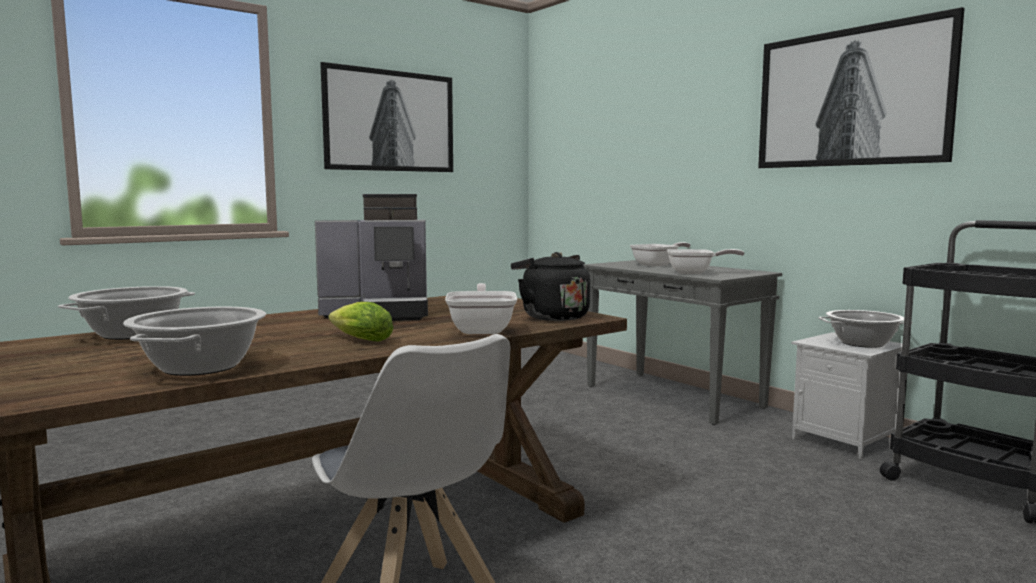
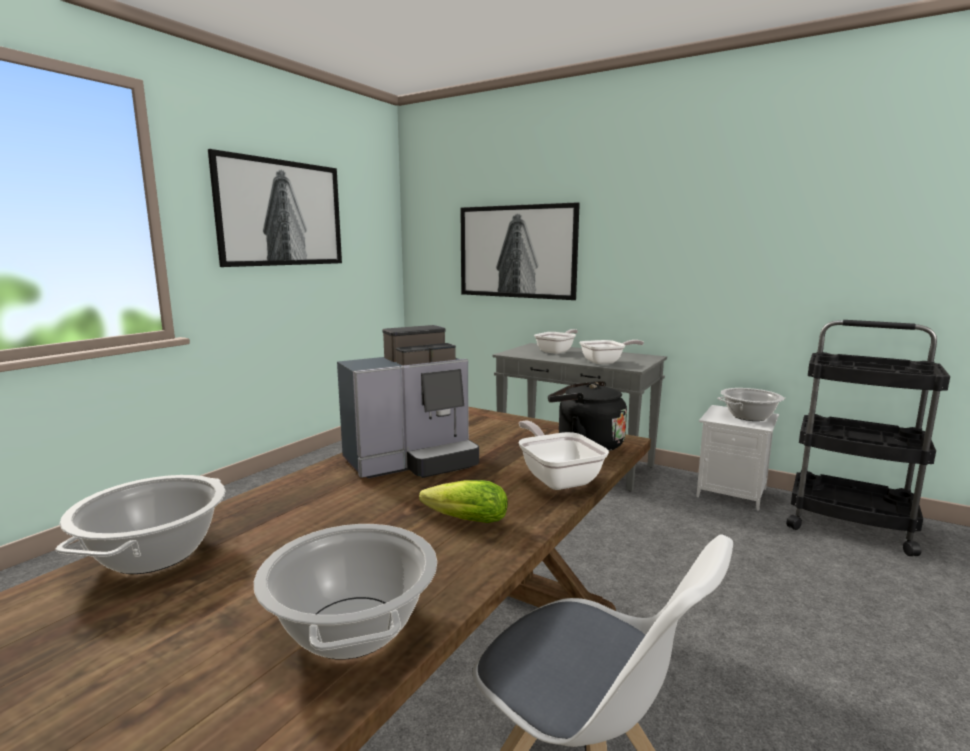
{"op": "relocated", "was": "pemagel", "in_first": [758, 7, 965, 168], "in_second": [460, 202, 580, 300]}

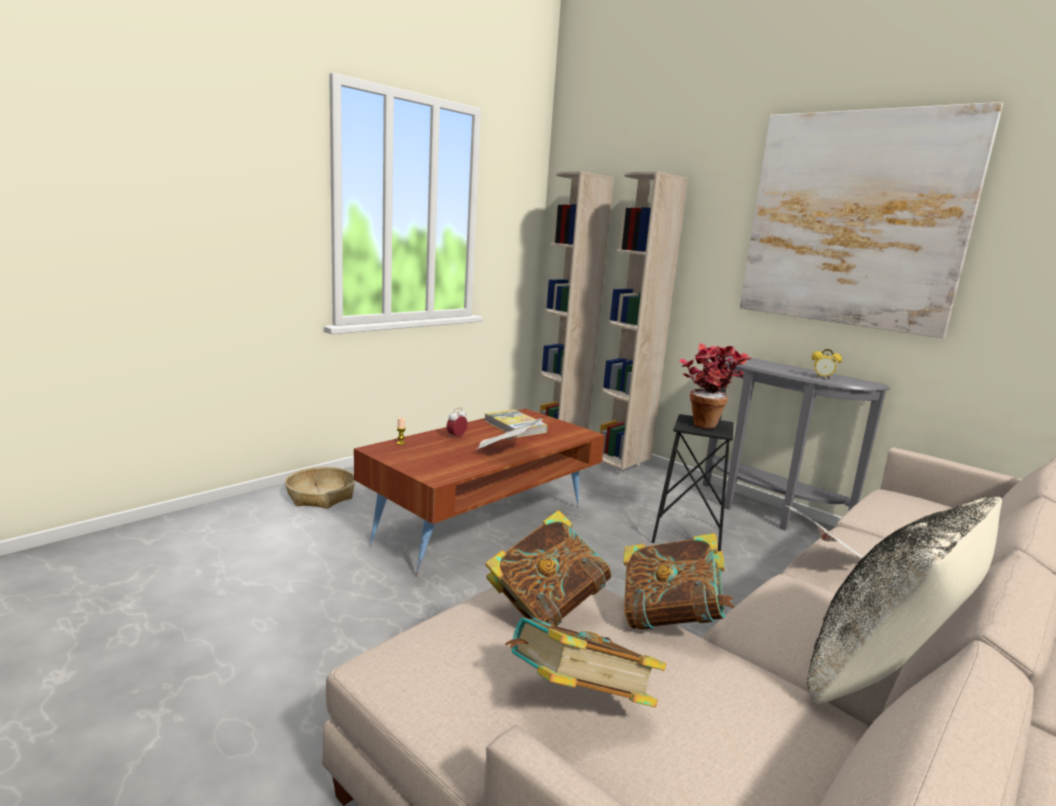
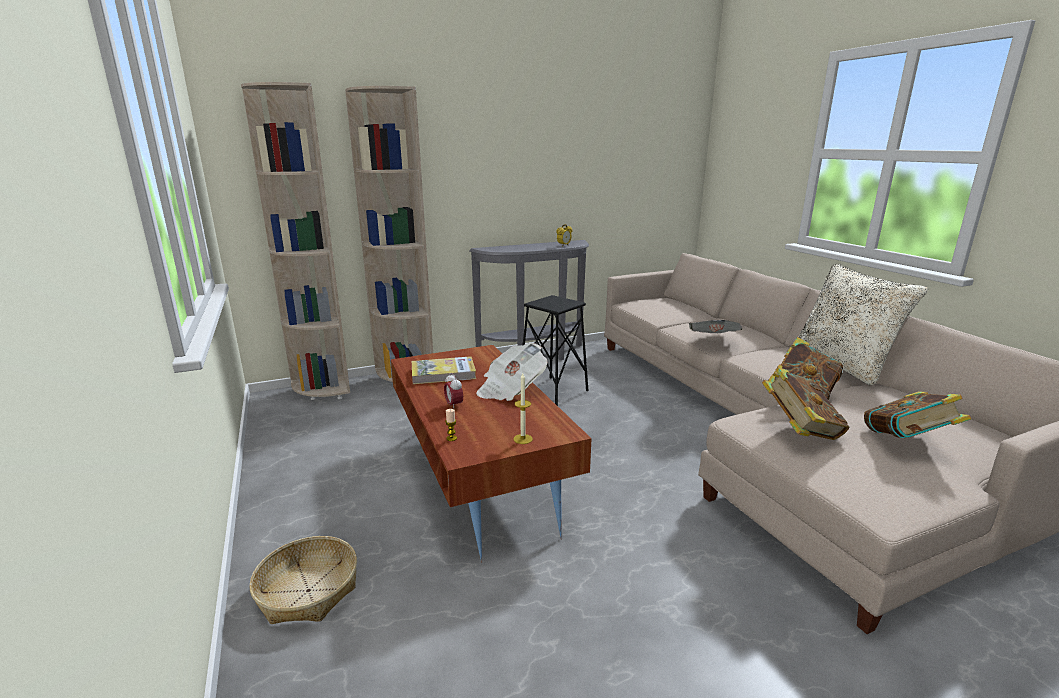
{"op": "missing", "was": "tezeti", "in_first": [679, 343, 751, 429]}
{"op": "missing", "was": "pemagel", "in_first": [740, 102, 1003, 338]}
{"op": "appeared", "now": "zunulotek", "in_second": [514, 373, 533, 444]}

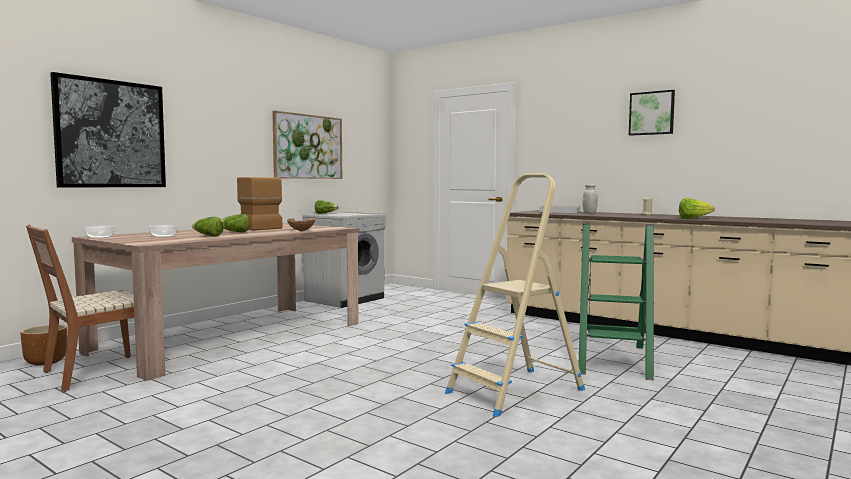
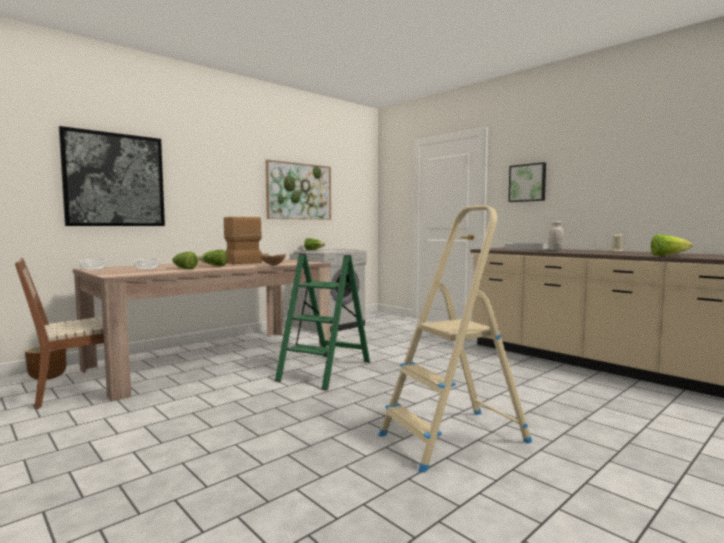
{"op": "relocated", "was": "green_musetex", "in_first": [578, 223, 654, 380], "in_second": [274, 254, 370, 390]}
{"op": "relocated", "was": "pemagel", "in_first": [629, 90, 675, 136], "in_second": [508, 162, 546, 202]}

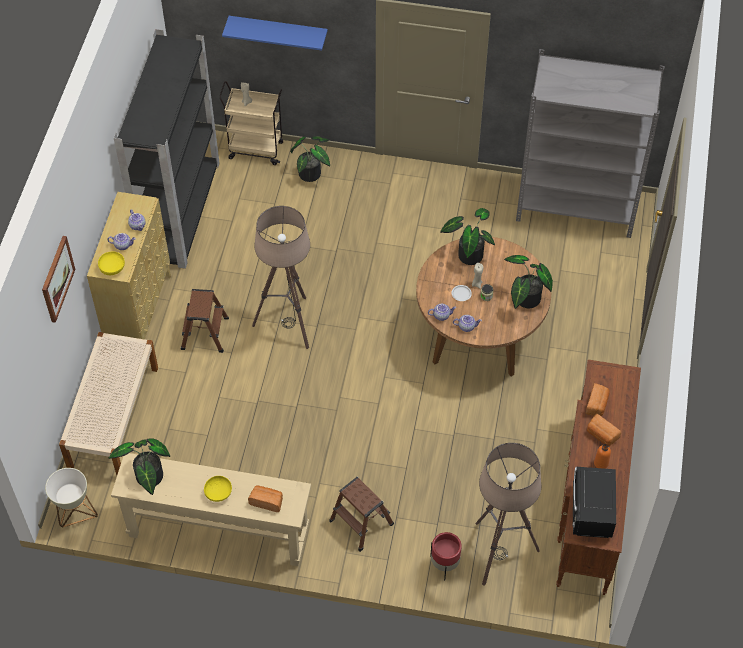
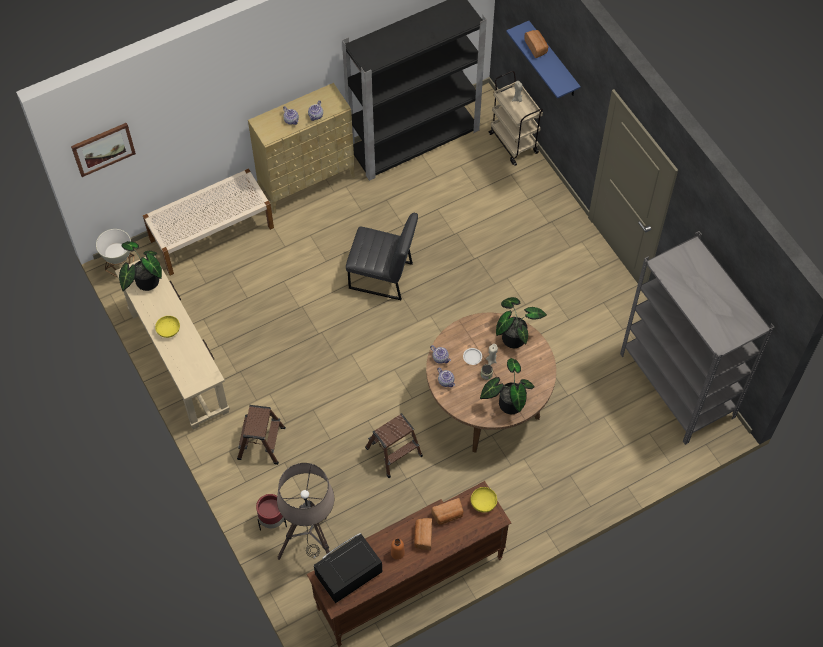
{"op": "missing", "was": "tezeti", "in_first": [290, 136, 330, 182]}
{"op": "relocated", "was": "pemagel", "in_first": [42, 236, 75, 323], "in_second": [71, 123, 136, 177]}
{"op": "relocated", "was": "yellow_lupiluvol", "in_first": [98, 251, 125, 275], "in_second": [471, 487, 497, 512]}
{"op": "relocated", "was": "brown_musetex", "in_first": [181, 289, 229, 353], "in_second": [365, 413, 423, 478]}
{"op": "relocated", "was": "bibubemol", "in_first": [248, 485, 283, 512], "in_second": [524, 30, 548, 58]}
{"op": "exchanged", "was": "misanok", "now": "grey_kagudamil", "in_first": [252, 206, 310, 349], "in_second": [346, 212, 418, 300]}

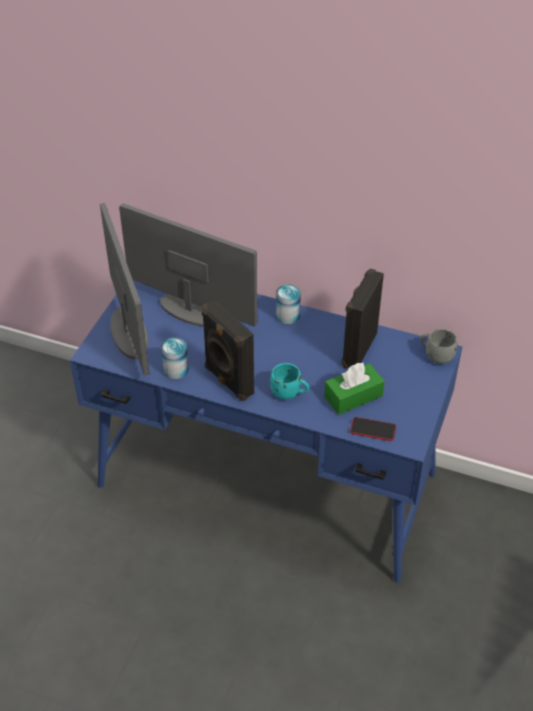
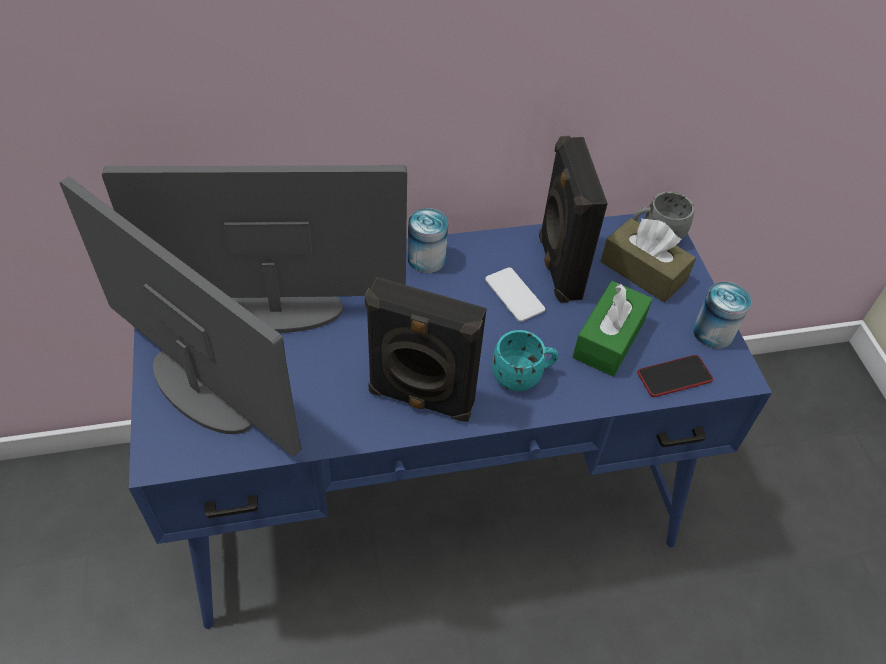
{"op": "appeared", "now": "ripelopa", "in_second": [485, 268, 545, 322]}
{"op": "appeared", "now": "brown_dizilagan", "in_second": [601, 218, 696, 302]}
{"op": "relocated", "was": "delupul", "in_first": [161, 338, 189, 379], "in_second": [693, 282, 751, 349]}

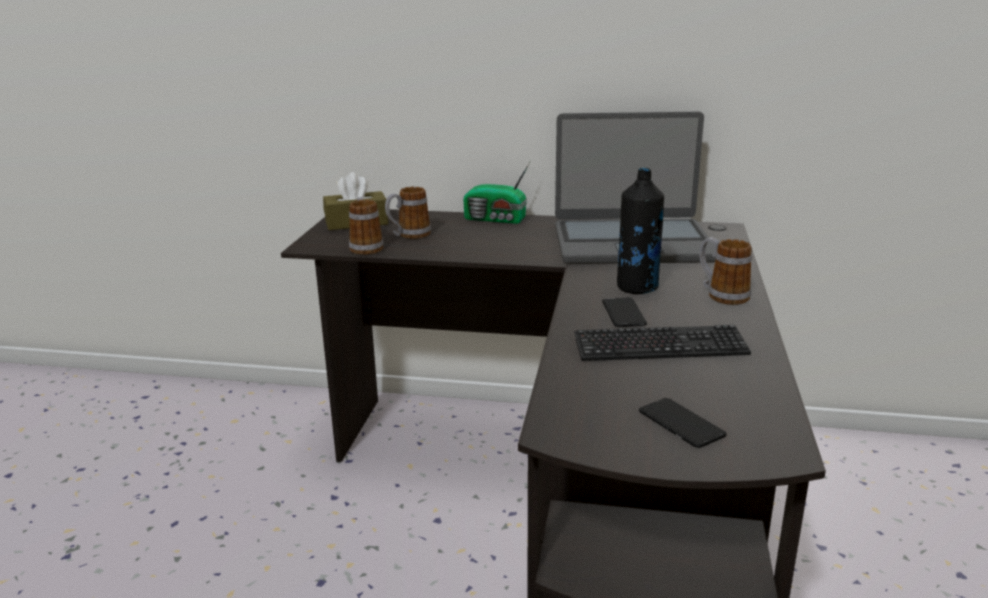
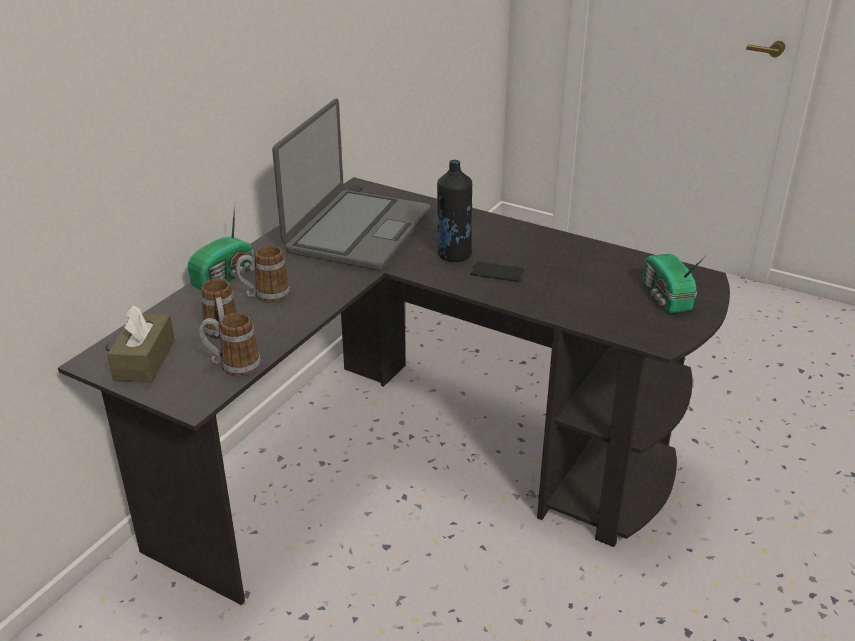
{"op": "missing", "was": "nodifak", "in_first": [574, 325, 751, 361]}
{"op": "relocated", "was": "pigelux", "in_first": [699, 237, 752, 305], "in_second": [236, 245, 290, 303]}
{"op": "exchanged", "was": "ripelopa", "now": "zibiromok", "in_first": [639, 398, 727, 448], "in_second": [643, 254, 707, 313]}

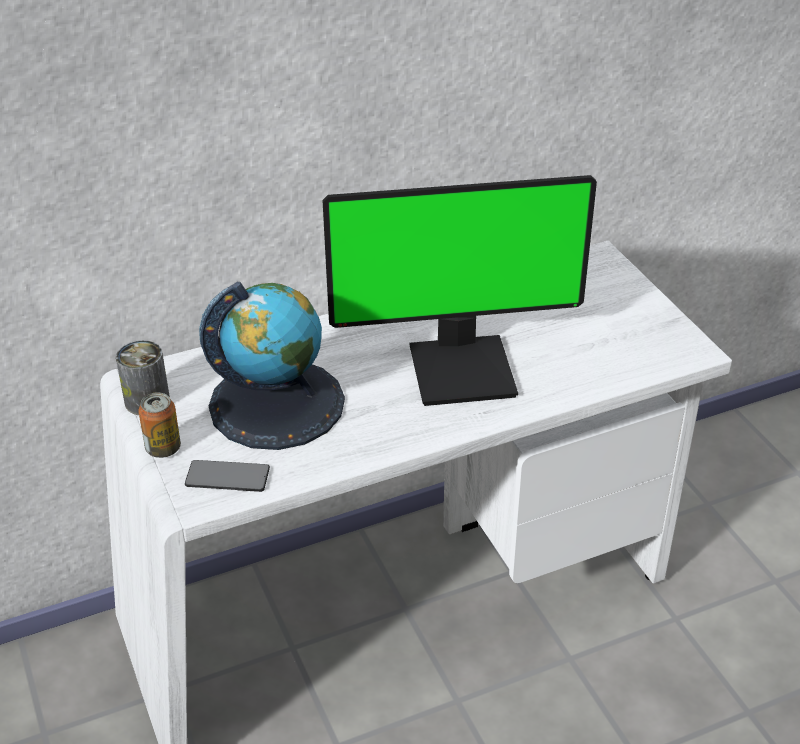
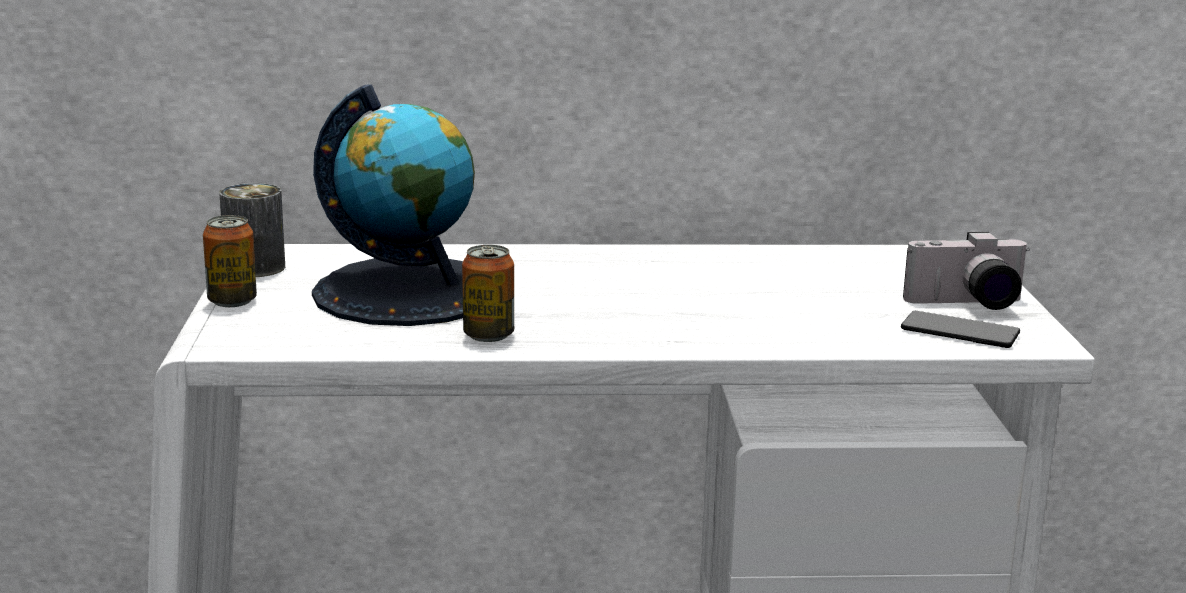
{"op": "missing", "was": "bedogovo", "in_first": [322, 175, 597, 406]}
{"op": "appeared", "now": "delupul", "in_second": [462, 245, 514, 342]}
{"op": "appeared", "now": "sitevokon", "in_second": [903, 232, 1030, 310]}
{"op": "relocated", "was": "ripelopa", "in_first": [185, 460, 270, 492], "in_second": [901, 311, 1020, 348]}

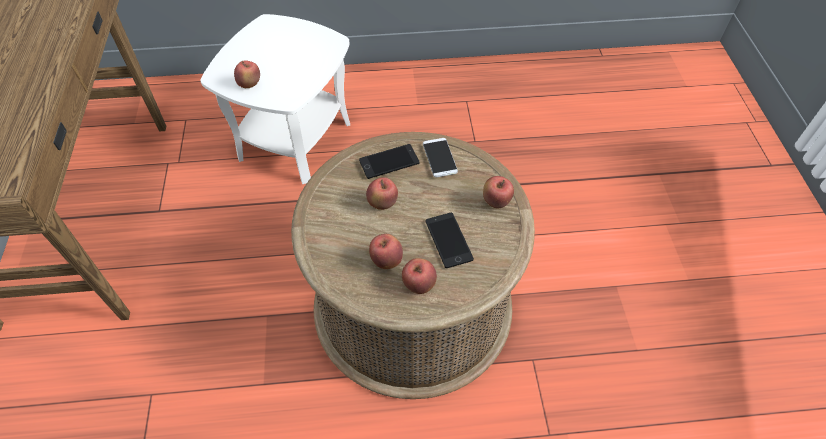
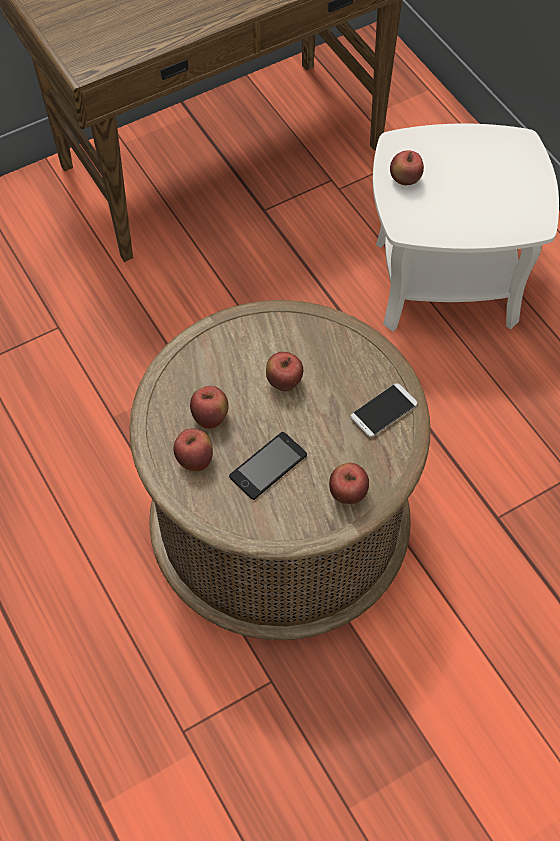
{"op": "missing", "was": "ripelopa", "in_first": [359, 144, 419, 179]}

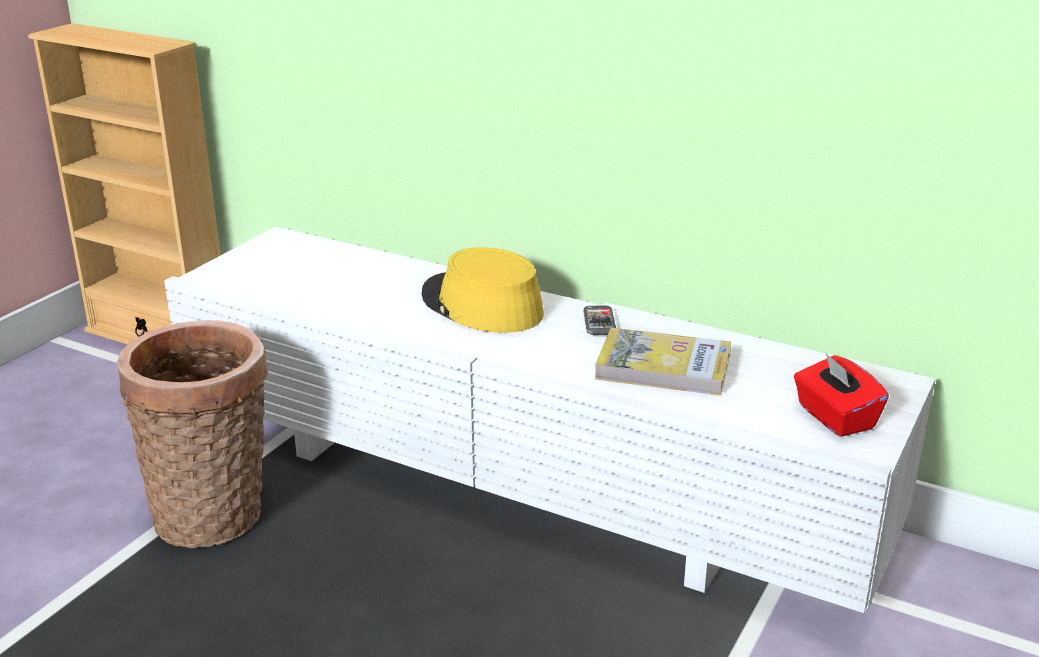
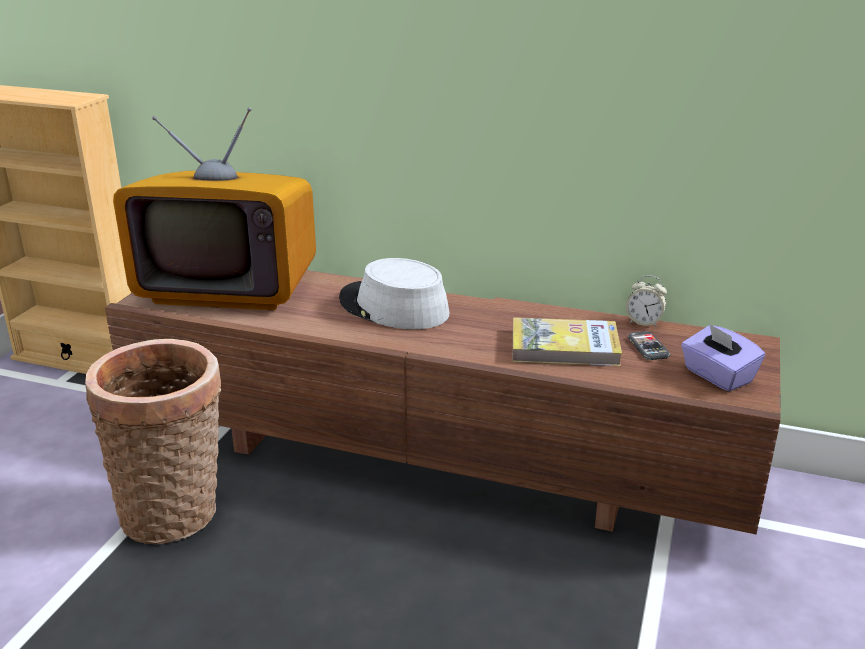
{"op": "appeared", "now": "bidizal", "in_second": [113, 107, 316, 310]}
{"op": "appeared", "now": "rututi", "in_second": [626, 275, 667, 328]}
{"op": "relocated", "was": "ripelopa", "in_first": [583, 306, 616, 335], "in_second": [628, 331, 670, 360]}
{"op": "colour", "was": "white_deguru", "now": "brown_deguru", "in_first": [164, 227, 935, 613], "in_second": [105, 270, 781, 535]}
{"op": "colour", "was": "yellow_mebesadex", "now": "grey_mebesadex", "in_first": [422, 247, 544, 333], "in_second": [339, 258, 449, 329]}
{"op": "colour", "was": "red_dizilagan", "now": "purple_dizilagan", "in_first": [794, 353, 889, 437], "in_second": [681, 323, 765, 391]}

